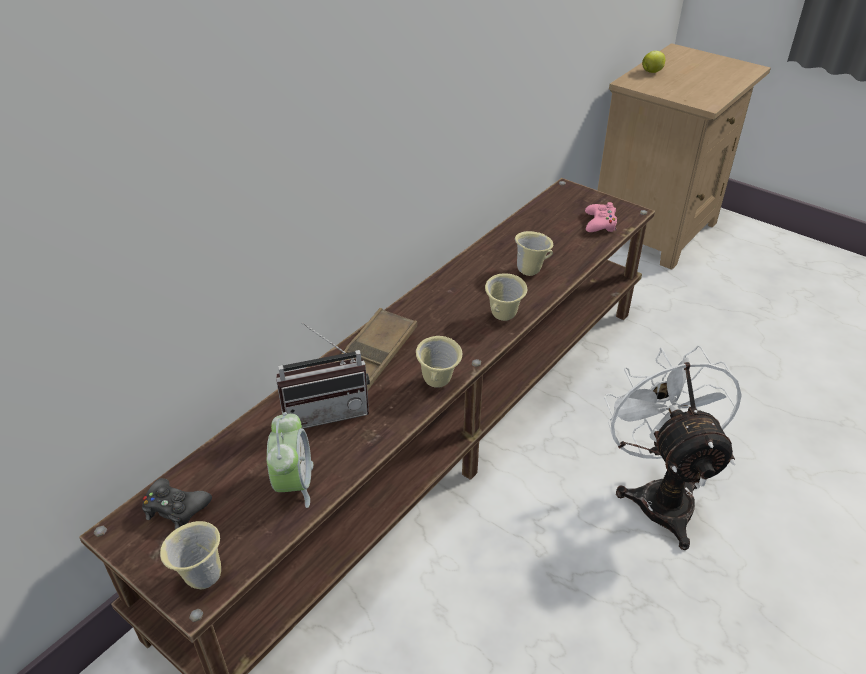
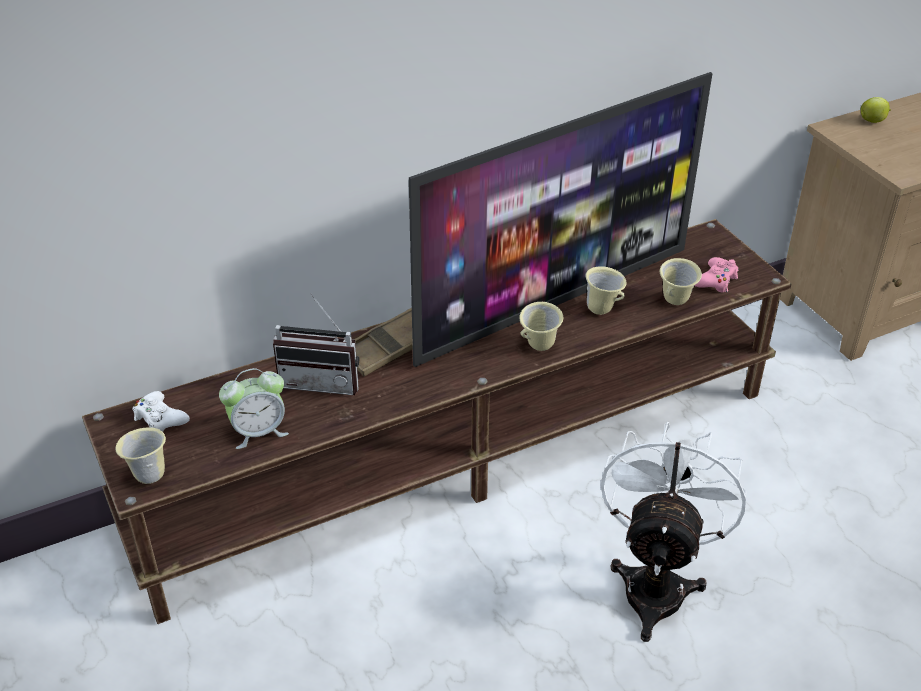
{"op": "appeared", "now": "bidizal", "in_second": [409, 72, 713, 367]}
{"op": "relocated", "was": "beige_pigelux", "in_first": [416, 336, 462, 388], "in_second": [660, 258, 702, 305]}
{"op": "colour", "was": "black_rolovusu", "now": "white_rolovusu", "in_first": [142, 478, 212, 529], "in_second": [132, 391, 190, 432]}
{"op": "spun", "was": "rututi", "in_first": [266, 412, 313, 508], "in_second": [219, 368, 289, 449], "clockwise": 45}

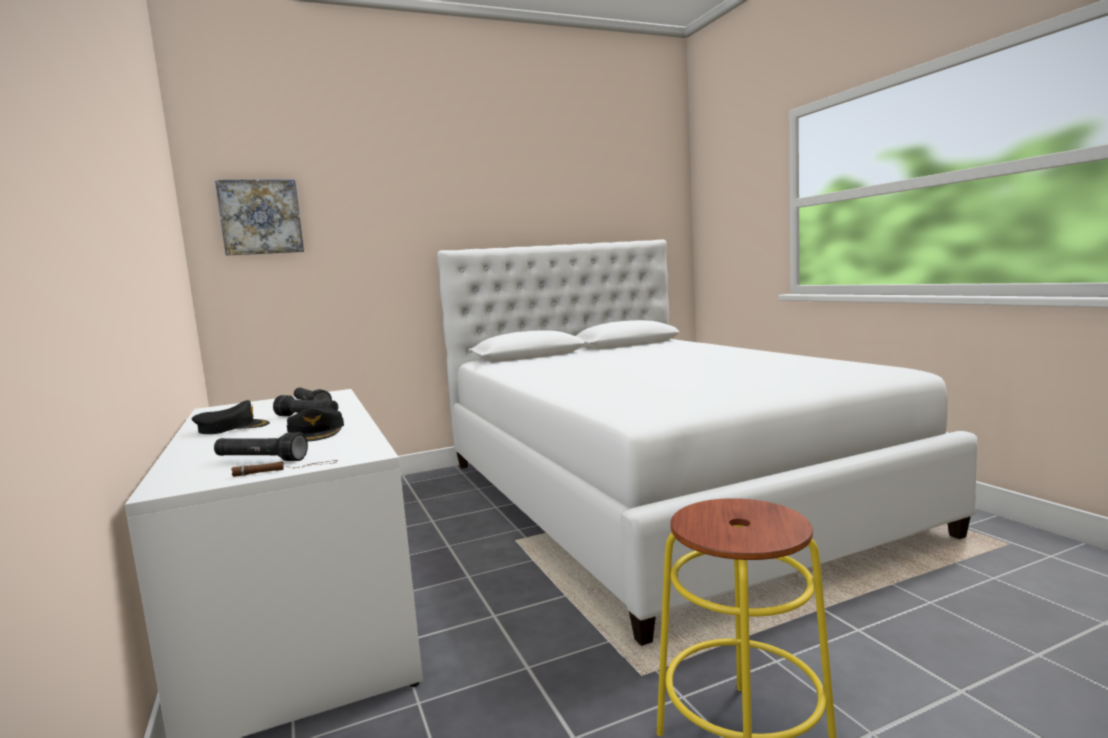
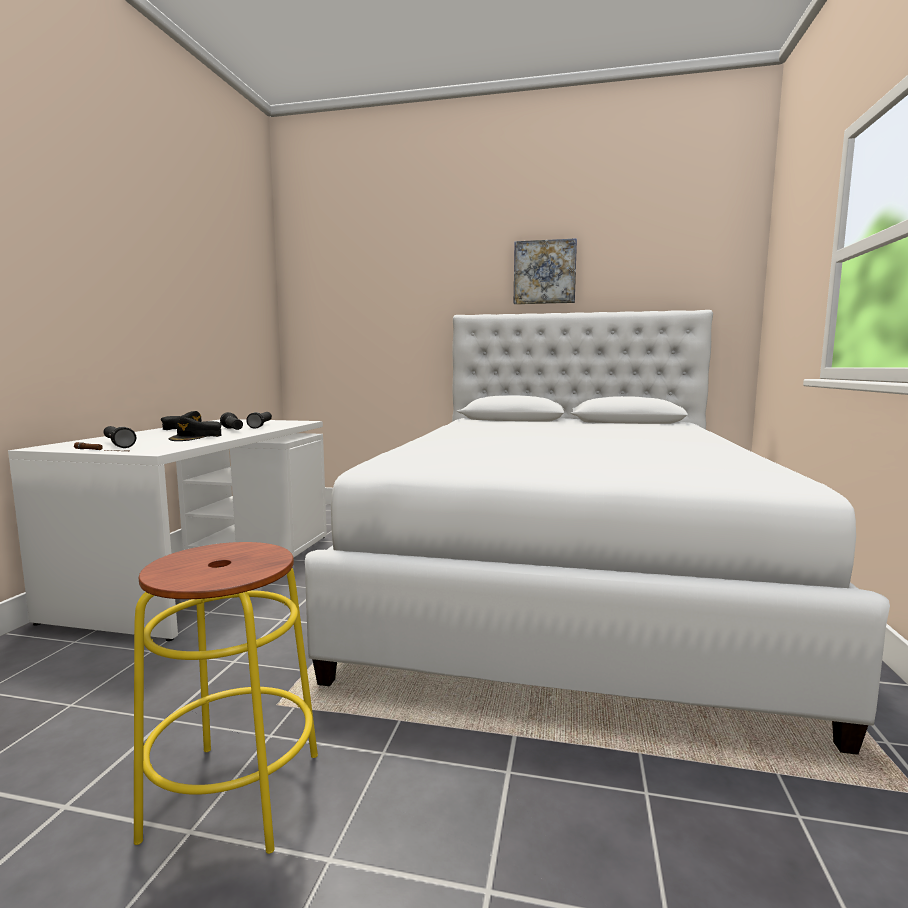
{"op": "relocated", "was": "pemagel", "in_first": [215, 179, 304, 256], "in_second": [514, 238, 577, 304]}

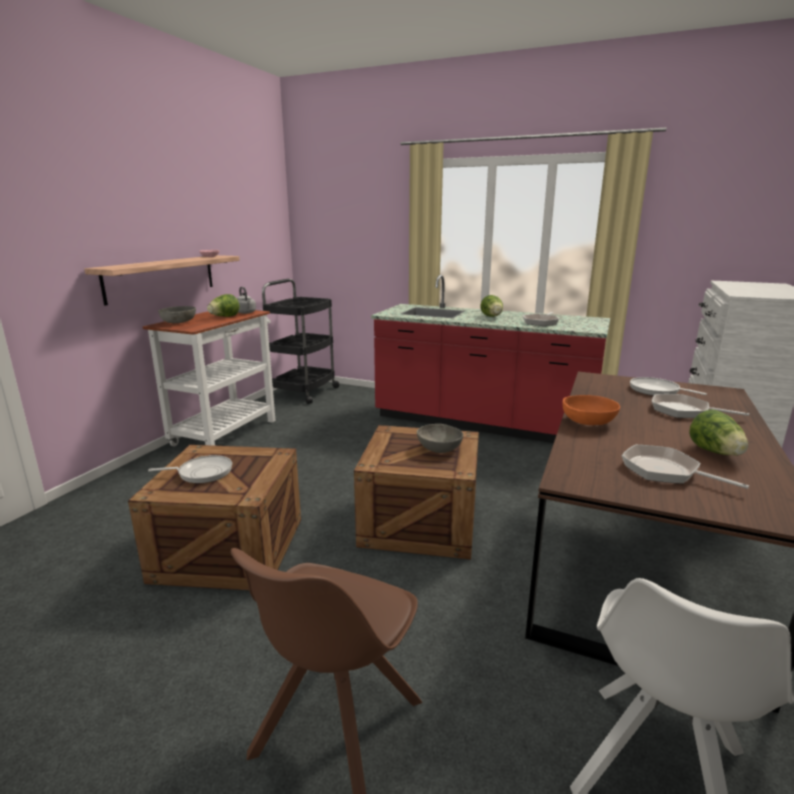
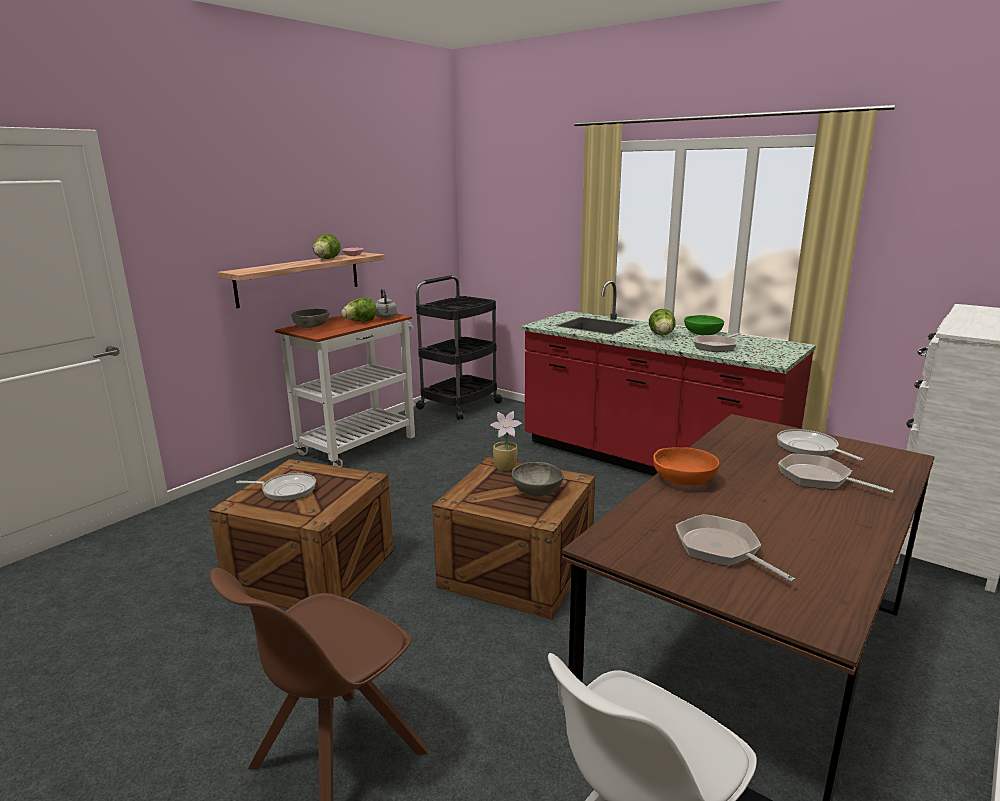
{"op": "appeared", "now": "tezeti", "in_second": [490, 411, 522, 471]}
{"op": "appeared", "now": "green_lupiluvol", "in_second": [684, 315, 724, 335]}
{"op": "relocated", "was": "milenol", "in_first": [689, 409, 748, 456], "in_second": [313, 234, 341, 259]}

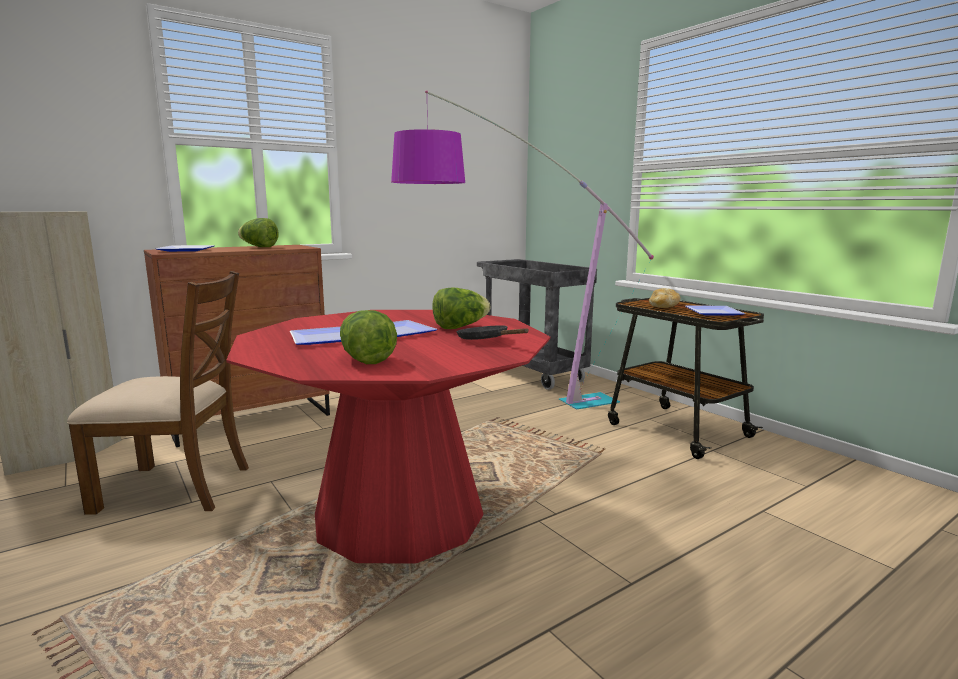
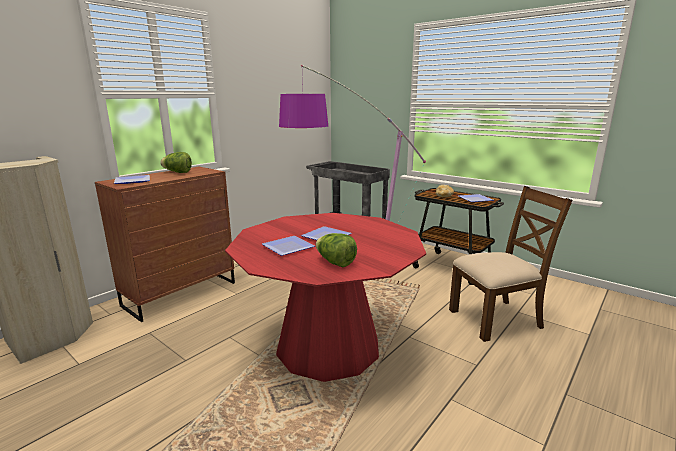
{"op": "missing", "was": "milenol", "in_first": [432, 287, 491, 329]}
{"op": "missing", "was": "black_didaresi", "in_first": [456, 325, 528, 340]}
{"op": "relocated", "was": "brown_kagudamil", "in_first": [67, 271, 249, 514], "in_second": [449, 186, 572, 342]}

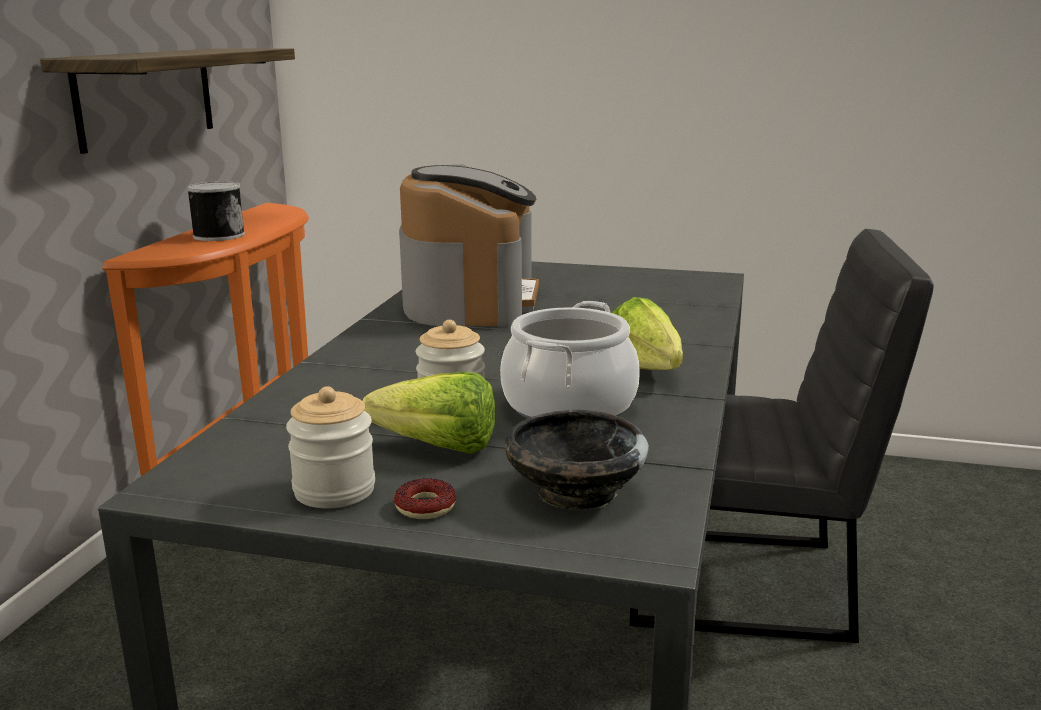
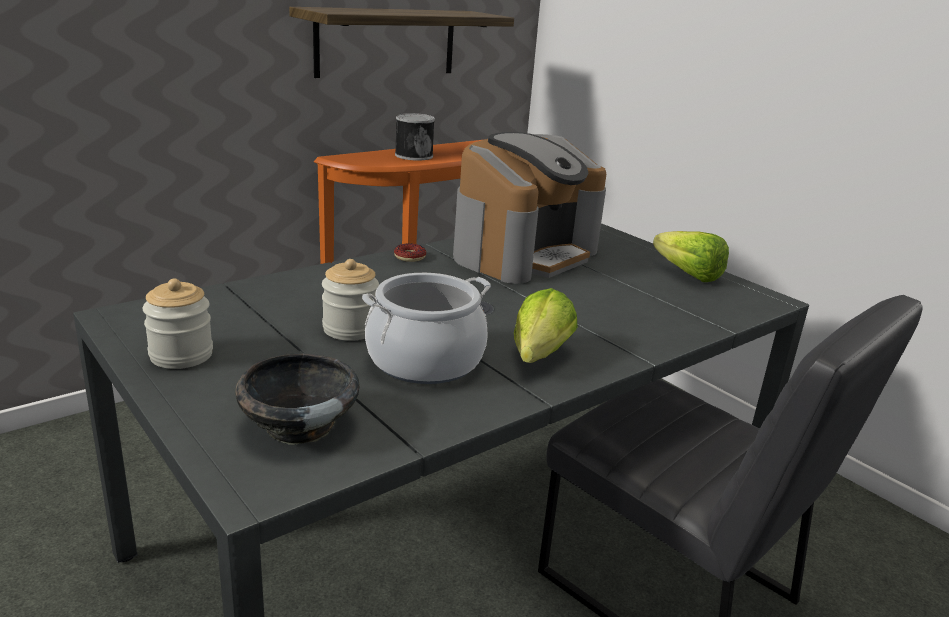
{"op": "relocated", "was": "milenol", "in_first": [363, 372, 496, 454], "in_second": [653, 231, 729, 282]}
{"op": "relocated", "was": "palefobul", "in_first": [394, 478, 456, 519], "in_second": [394, 243, 426, 262]}

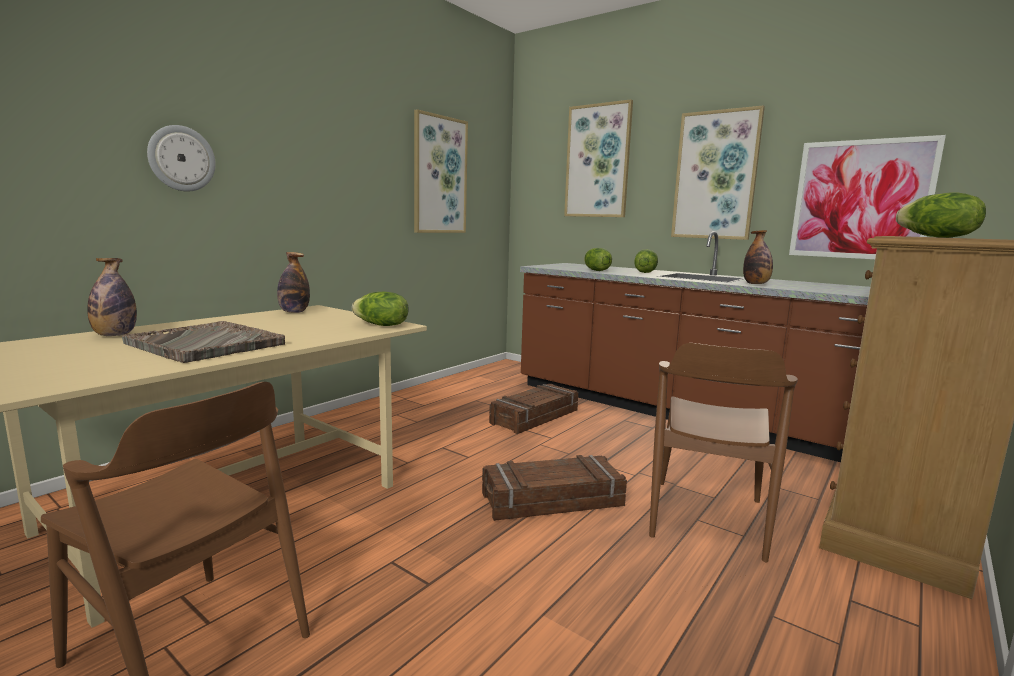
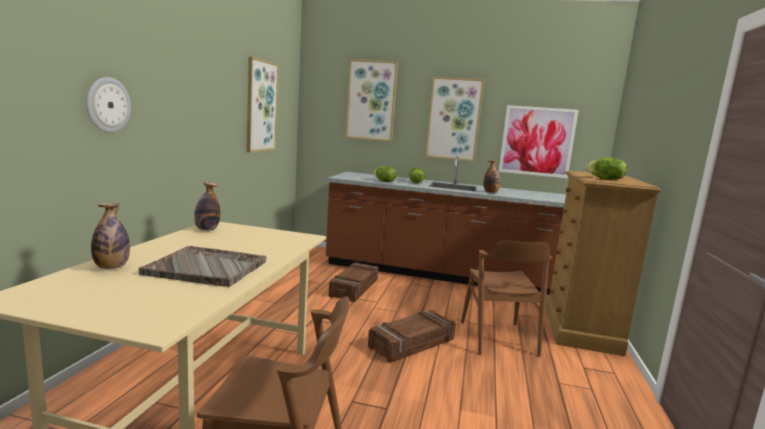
{"op": "missing", "was": "milenol", "in_first": [352, 292, 408, 326]}

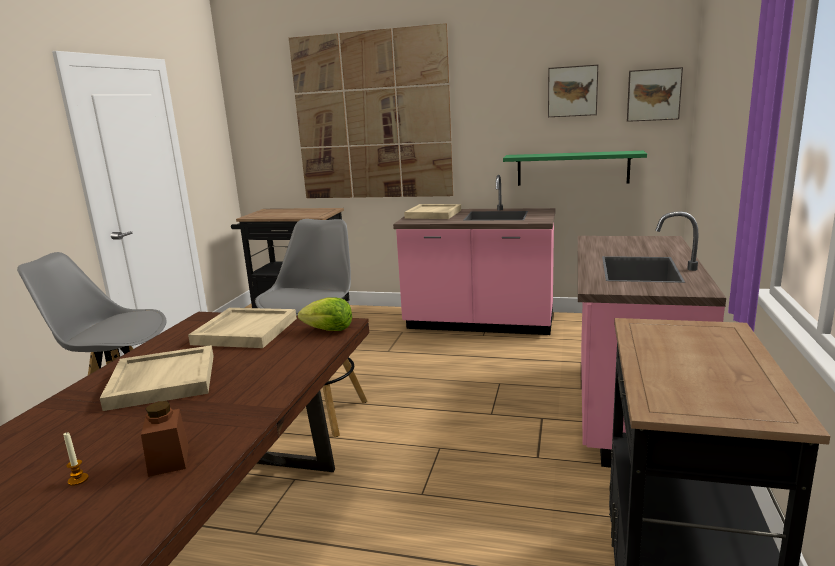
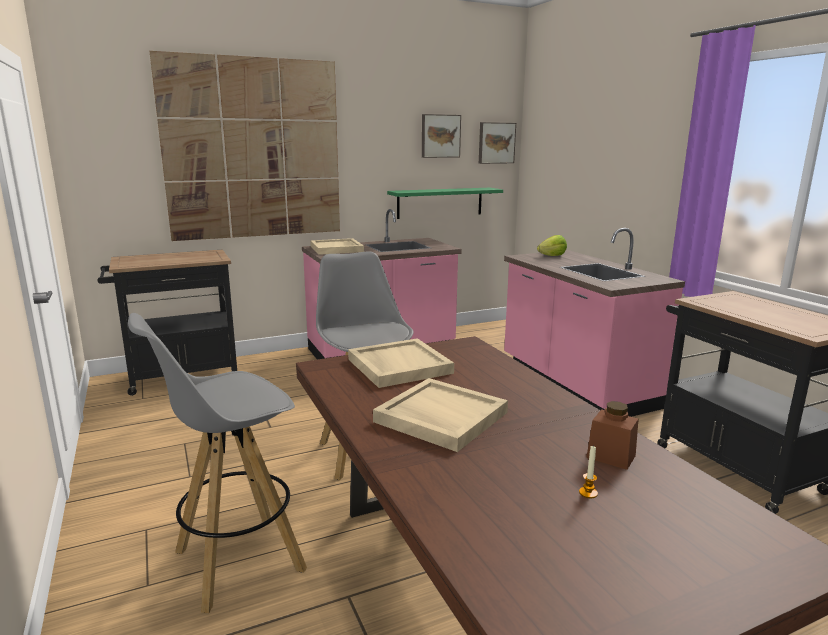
{"op": "relocated", "was": "milenol", "in_first": [298, 297, 352, 331], "in_second": [537, 235, 567, 256]}

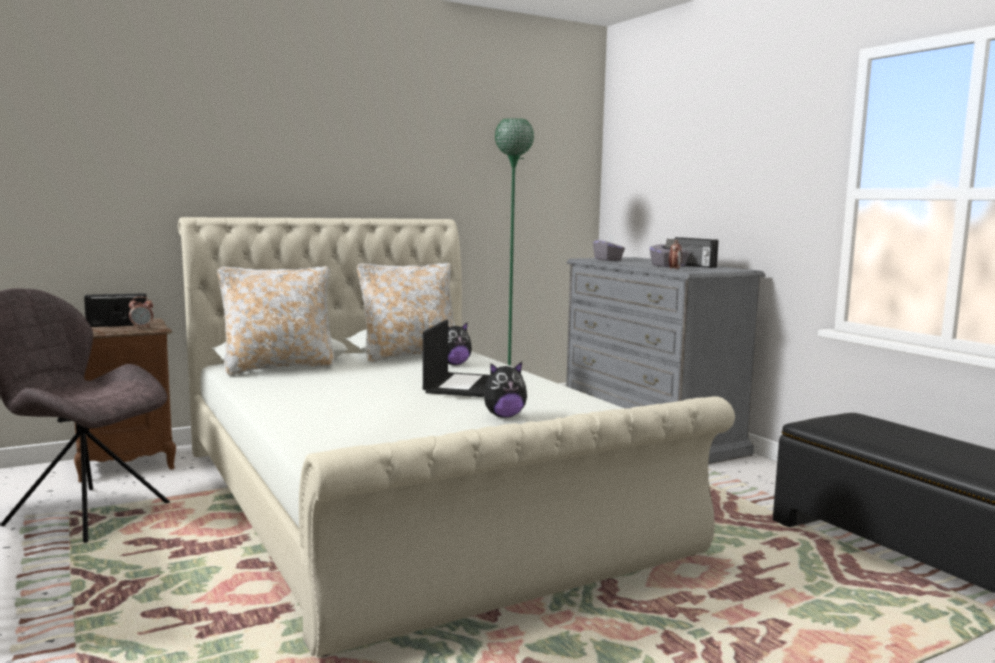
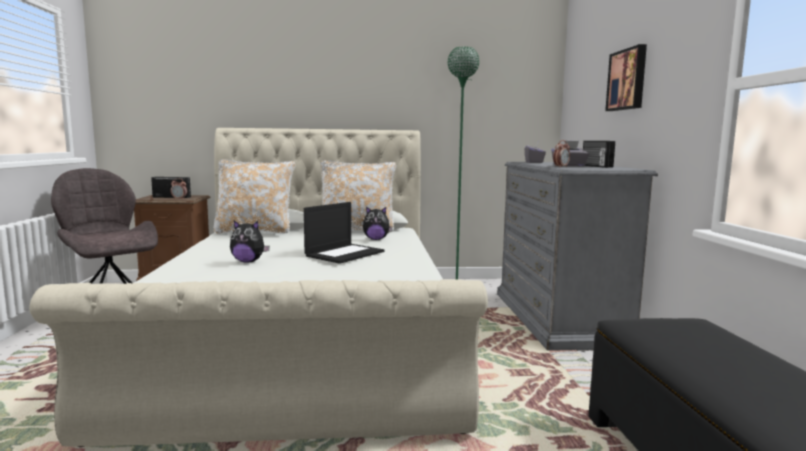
{"op": "appeared", "now": "pemagel", "in_second": [605, 44, 647, 111]}
{"op": "relocated", "was": "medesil", "in_first": [484, 362, 527, 418], "in_second": [230, 221, 270, 262]}

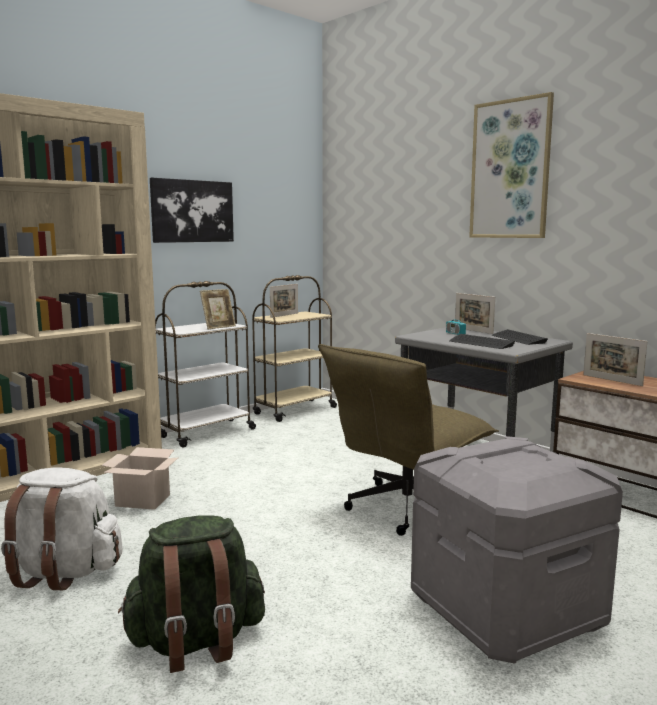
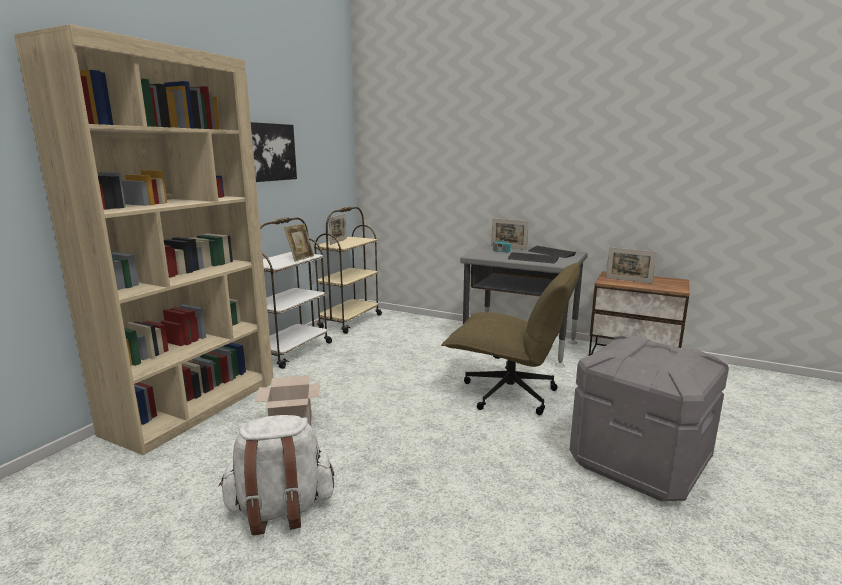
{"op": "missing", "was": "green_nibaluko", "in_first": [118, 516, 265, 673]}
{"op": "missing", "was": "pemagel", "in_first": [469, 92, 554, 238]}
{"op": "spun", "was": "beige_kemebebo", "in_first": [318, 344, 499, 536], "in_second": [441, 263, 581, 415], "clockwise": -90}

